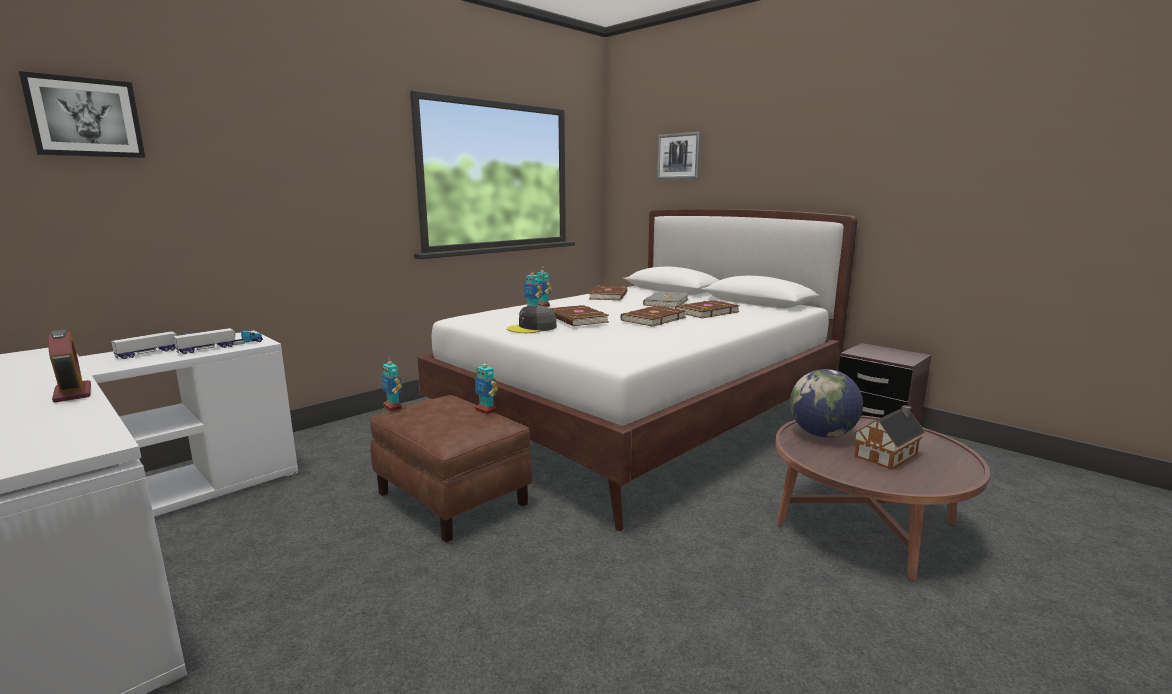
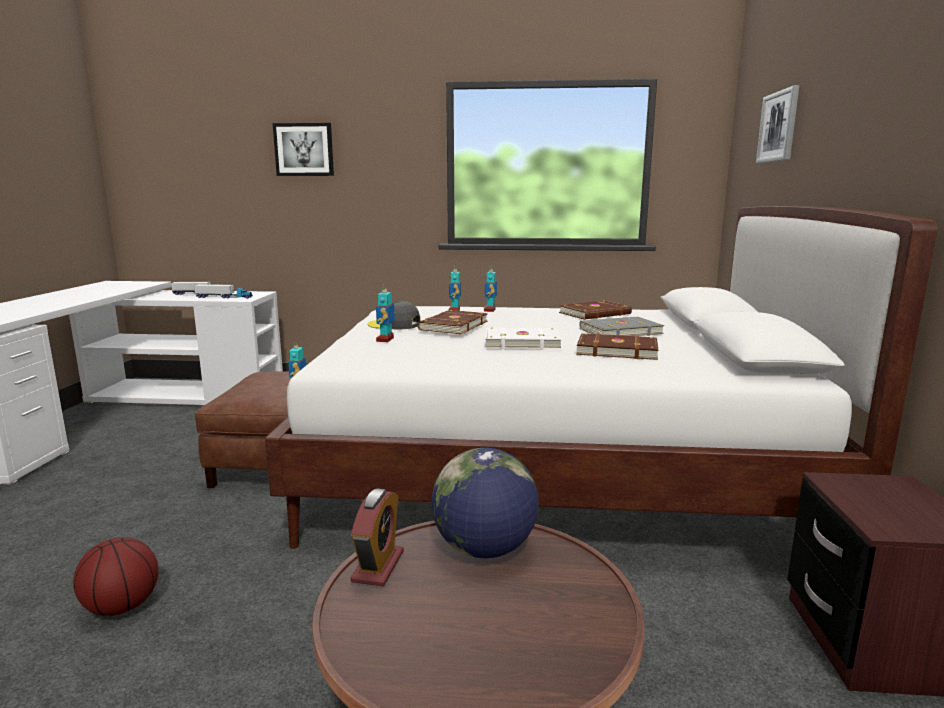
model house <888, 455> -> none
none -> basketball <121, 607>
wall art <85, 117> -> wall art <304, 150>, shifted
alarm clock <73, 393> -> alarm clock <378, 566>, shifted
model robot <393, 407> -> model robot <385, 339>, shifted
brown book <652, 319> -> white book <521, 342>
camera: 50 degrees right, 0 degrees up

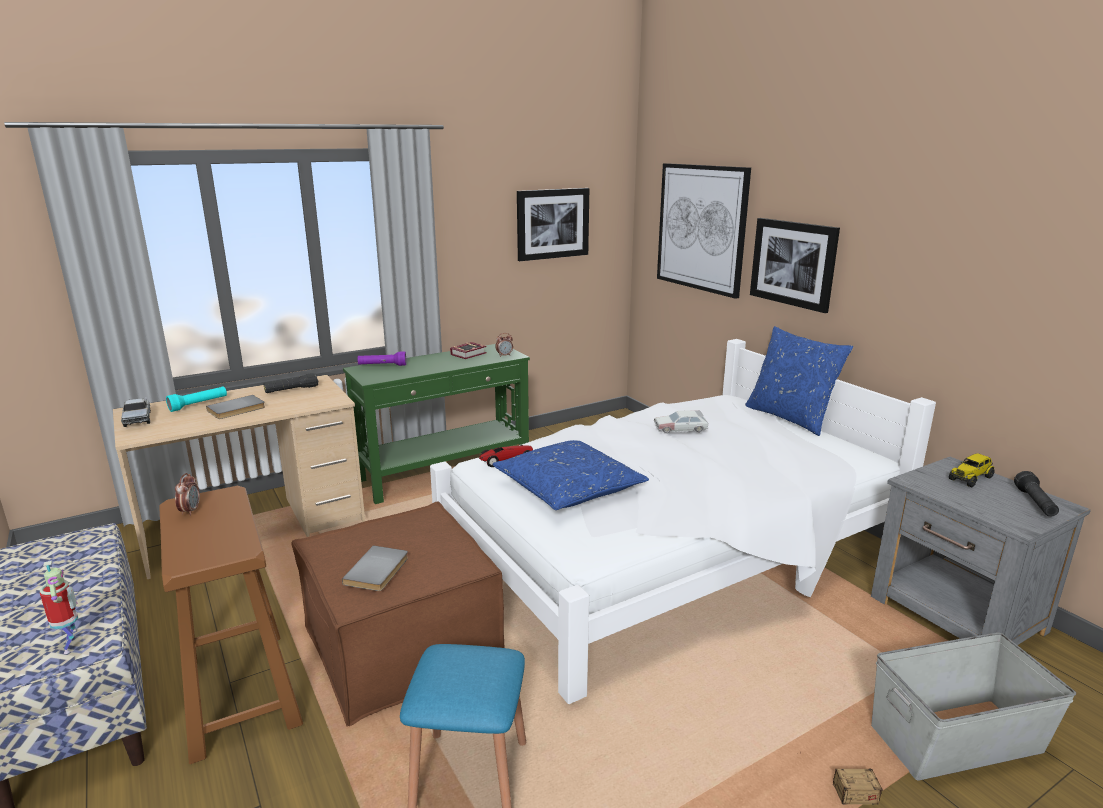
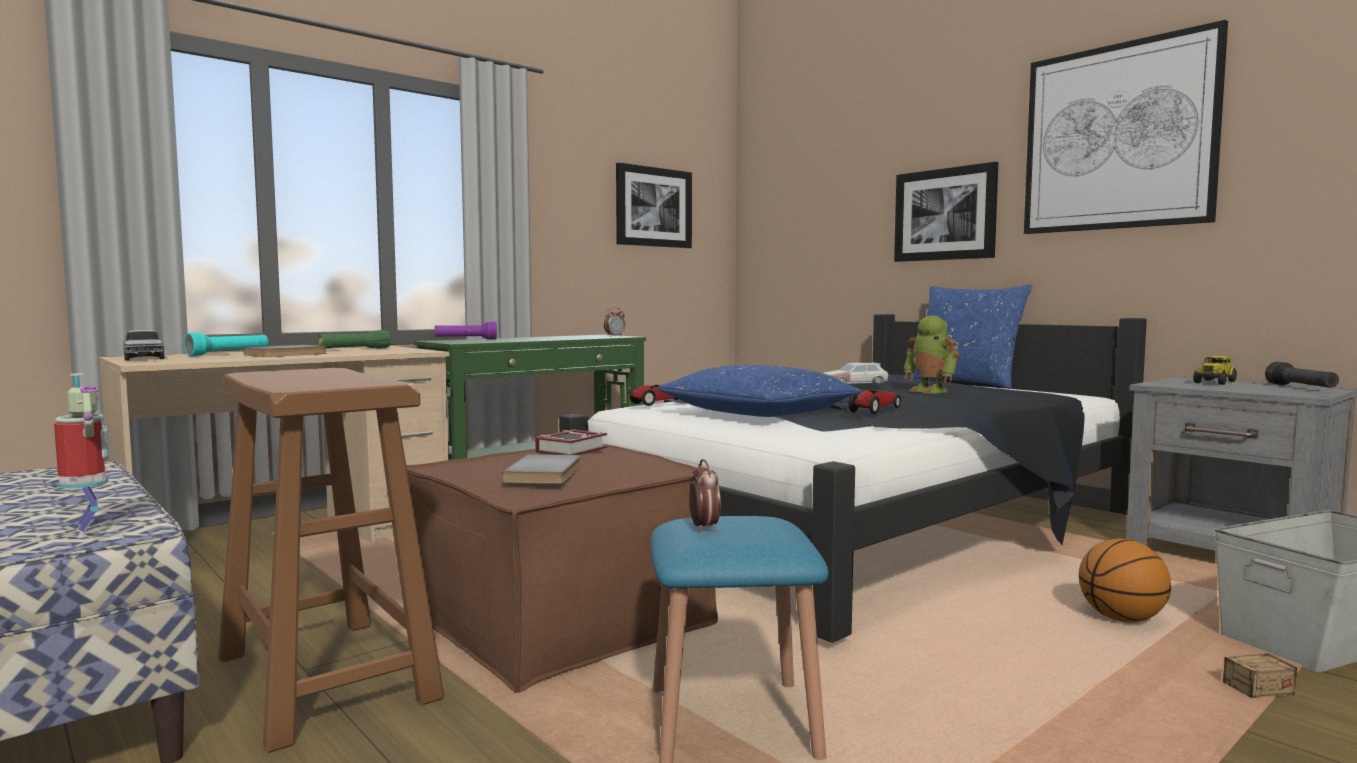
none -> miniature car <875, 410>
none -> model robot <930, 391>
none -> basketball <1122, 619>
alarm clock <190, 511> -> alarm clock <703, 528>, shifted
book <470, 354> -> book <575, 450>, shifted
wall art <701, 228> -> wall art <1118, 137>, shifted
black-coloured flashlight <292, 390> -> green-coloured flashlight <355, 349>
white bedroom bed <666, 553> -> black-coloured bedroom bed <861, 530>
camera: 10 degrees left, 15 degrees down

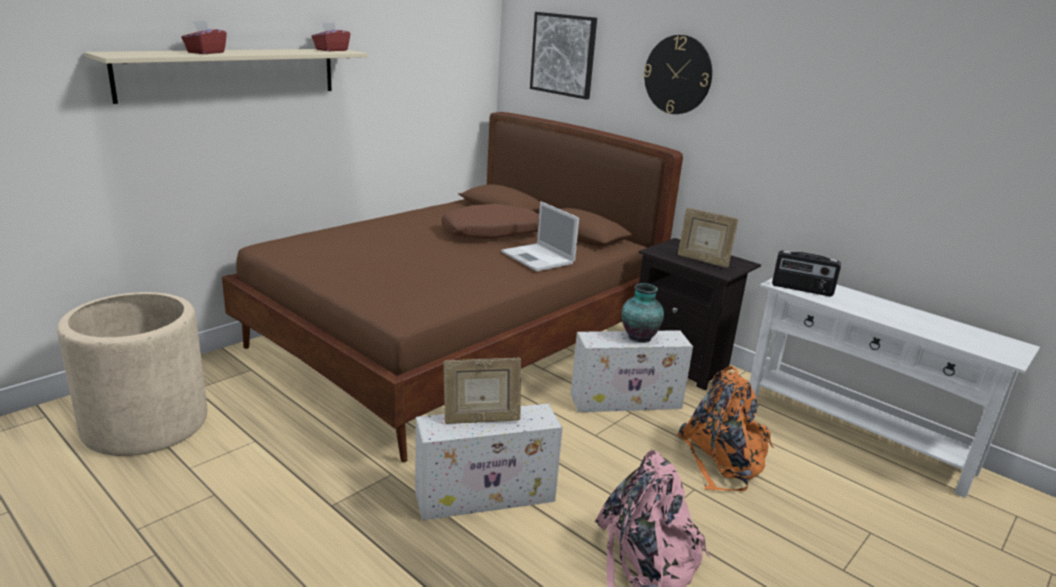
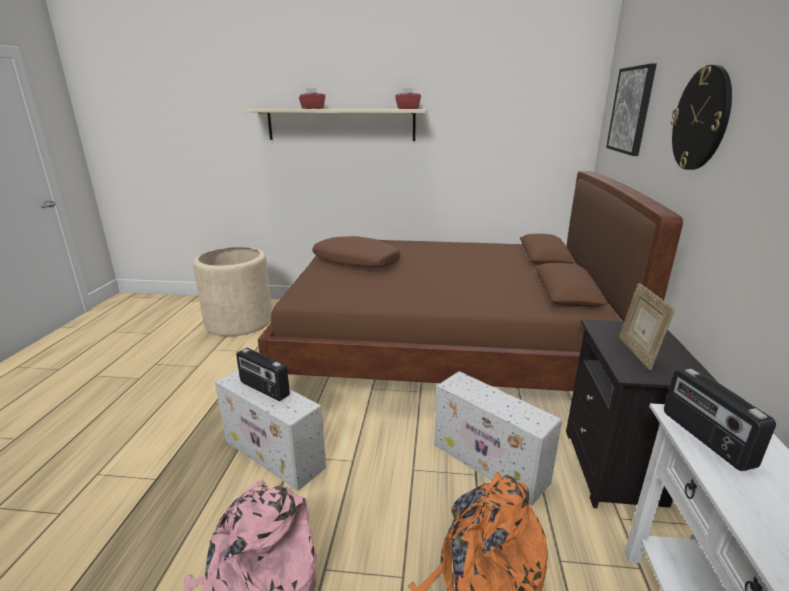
notebook computer <538, 258> -> none
flower vase <639, 337> -> none
brown cushion <492, 234> -> brown cushion <355, 262>, shifted
picture frame <481, 420> -> radio set <264, 389>
camera: 55 degrees right, 0 degrees up

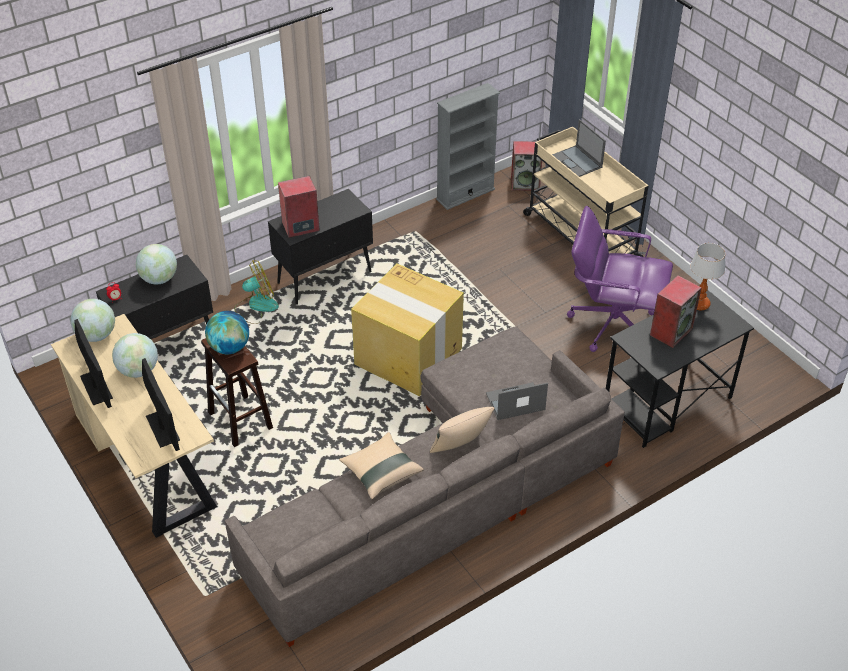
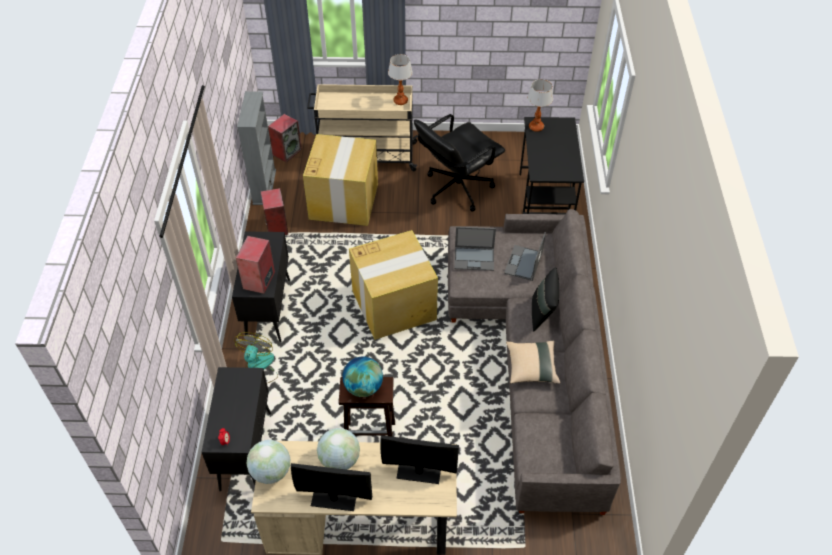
globe <159, 279> -> none
none -> cardboard box <344, 200>
none -> lamp for a table <400, 101>
notebook computer <577, 162> -> notebook computer <474, 258>, shifted
speaker <671, 331> -> speaker <276, 227>, shifted
sand-coloured cushion <461, 449> -> black-coloured cushion <542, 313>
purple desk chair <611, 323> -> black-coloured desk chair <457, 188>
camera: 55 degrees left, 5 degrees up

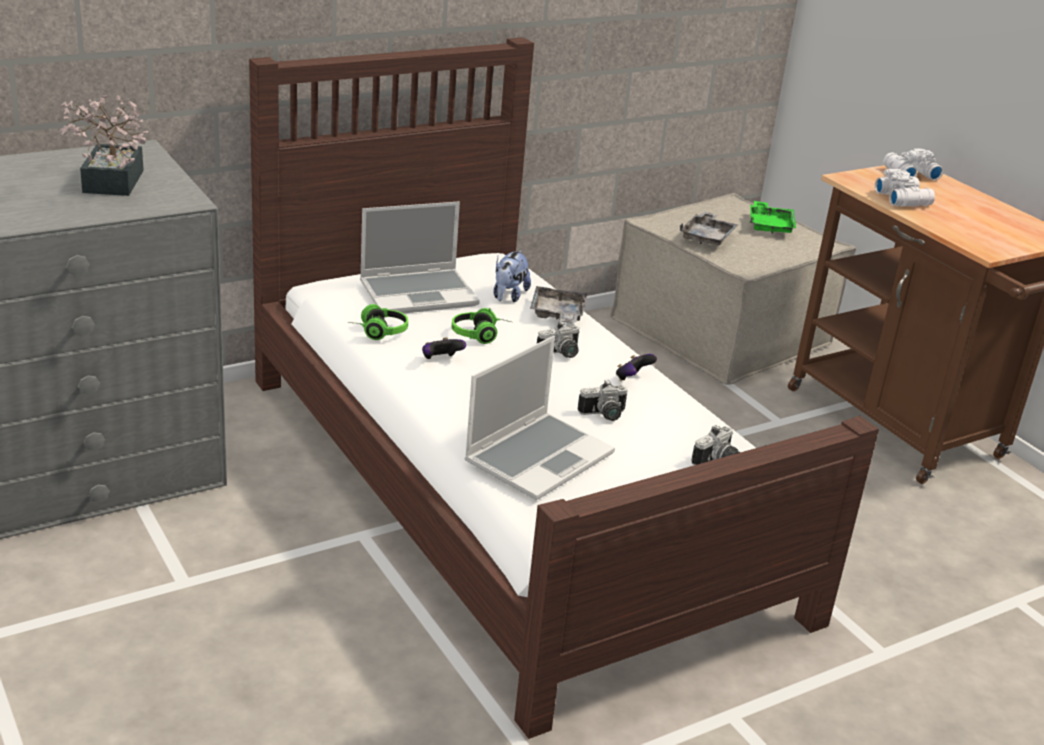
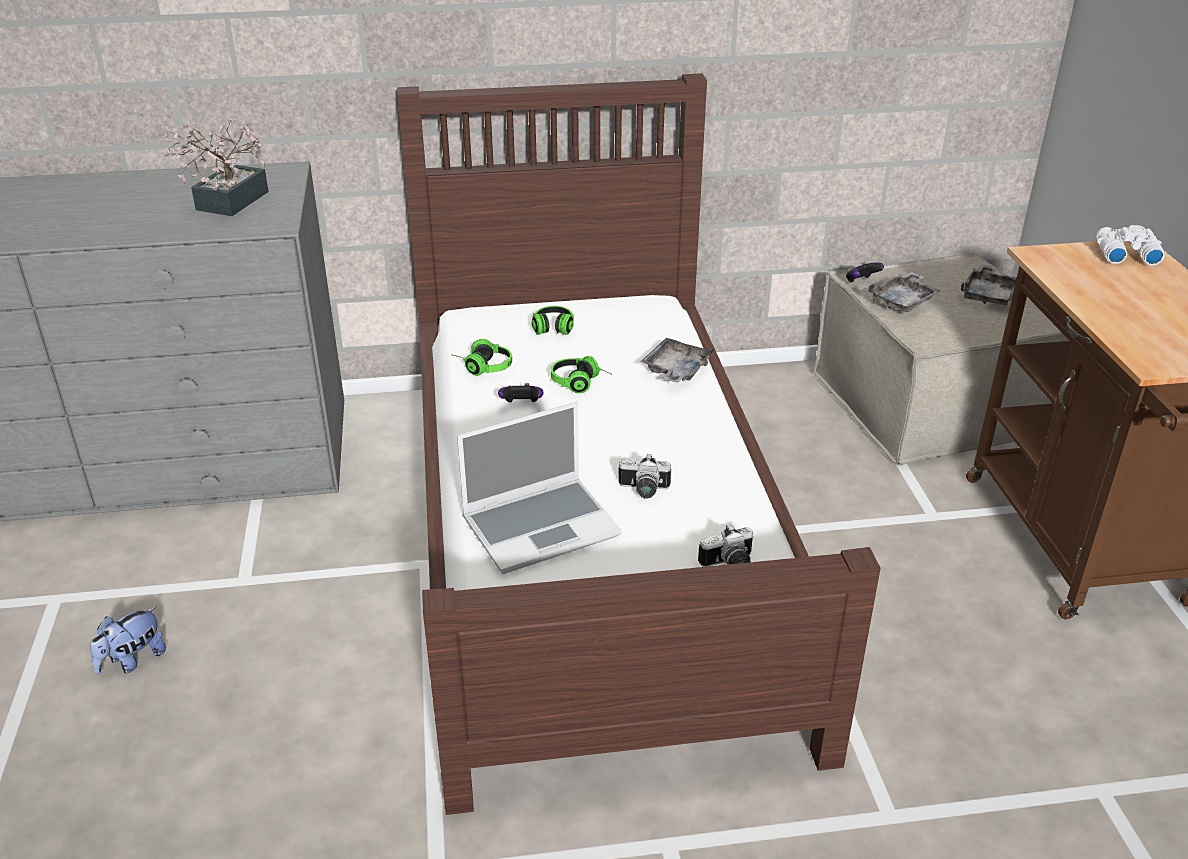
photo camera <561, 354> -> none
white field glasses <903, 199> -> none
cuddly toy <508, 296> -> cuddly toy <133, 660>, shifted
game controller <632, 378> -> game controller <861, 282>, shifted
notebook computer <419, 293> -> headset <552, 331>
green-coloured carrying tray <770, 226> -> gray carrying tray <989, 294>
camera: 25 degrees right, 5 degrees up

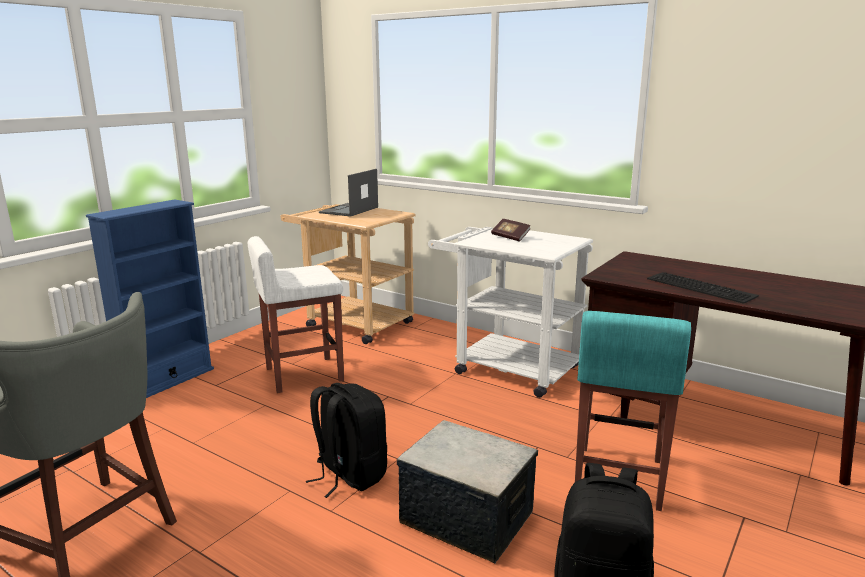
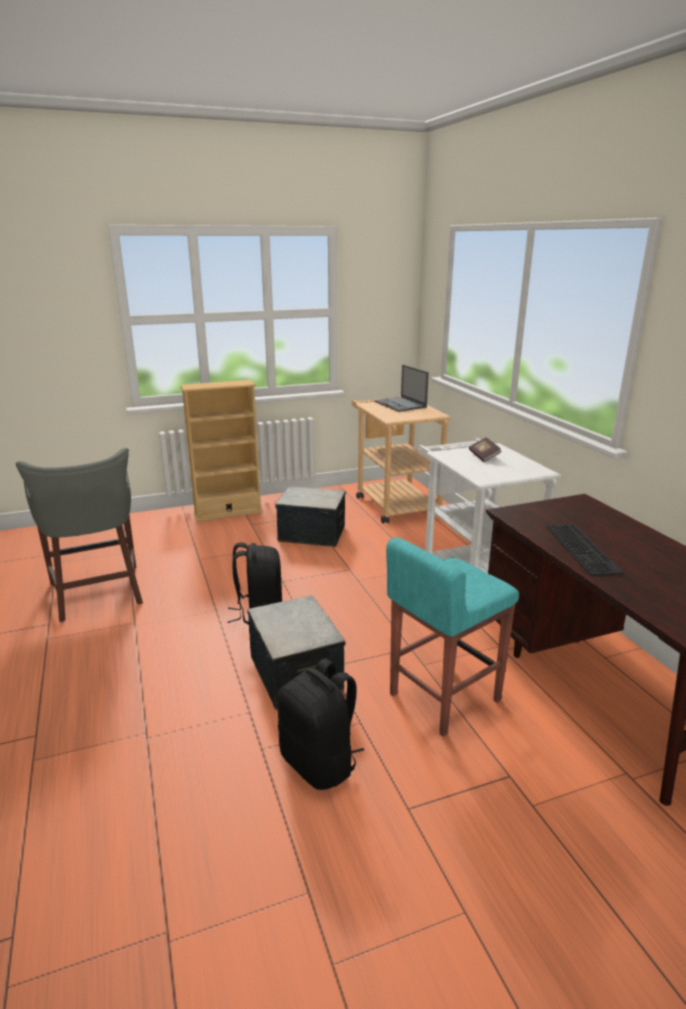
white stool seat <302, 374> -> storage box <312, 534>
blue bookshelf <167, 381> -> sand-coloured bookshelf <228, 513>
notebook computer <349, 210> -> notebook computer <400, 404>, 90 degrees counterclockwise
camera: 35 degrees right, 5 degrees up

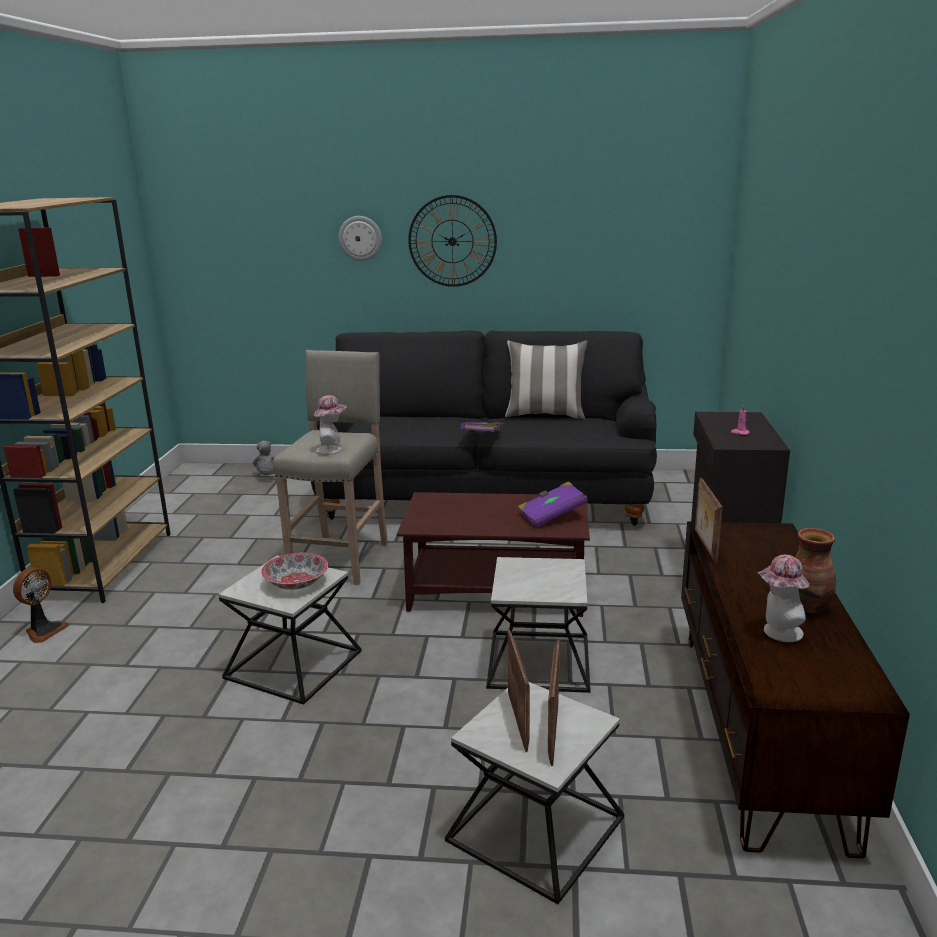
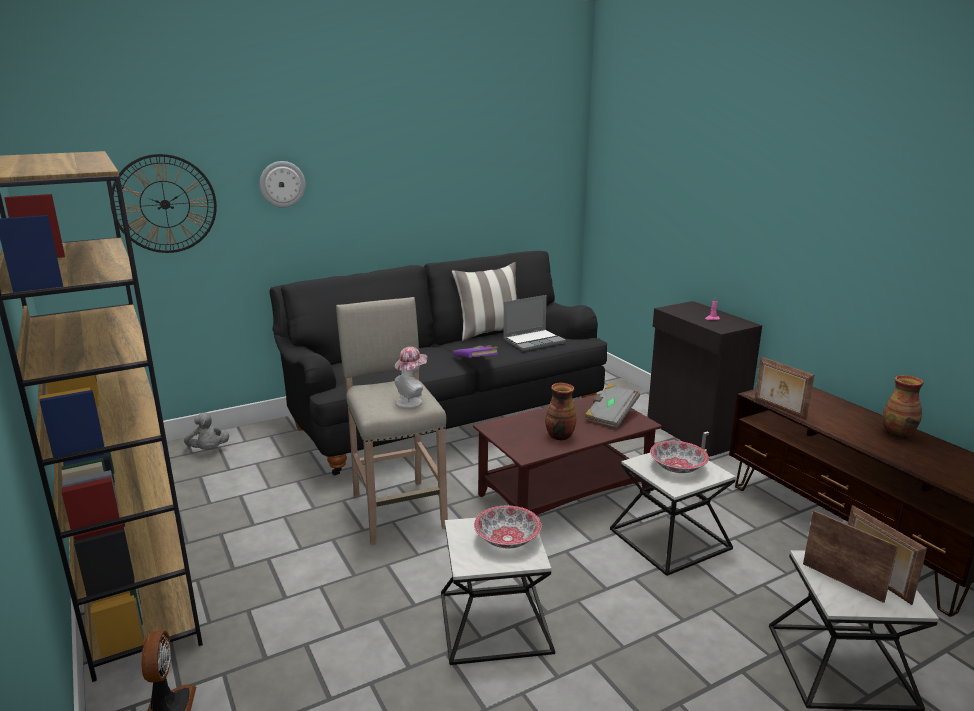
wearable hat <778, 632> -> none
none -> notebook computer <534, 341>
none -> flower vase <559, 436>
none -> deep dish <678, 467>
wall clock <452, 241> -> wall clock <165, 204>, shifted
purple book <551, 516> -> gray book <610, 416>
camera: 35 degrees left, 0 degrees up

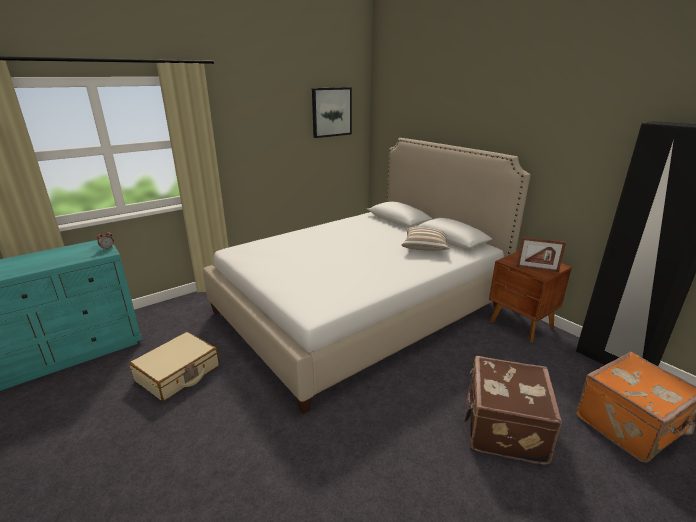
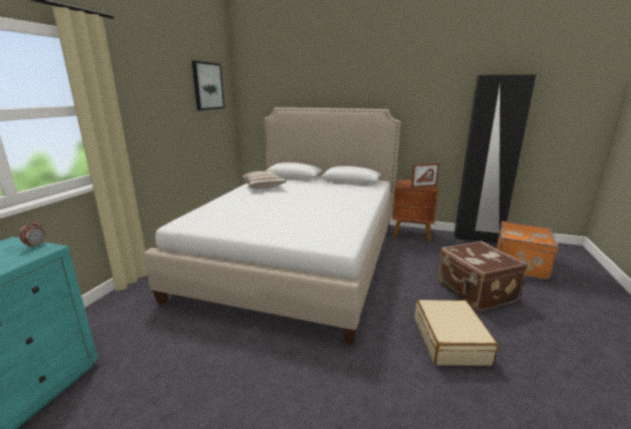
sand-coloured suitcase <178, 373> -> sand-coloured suitcase <450, 341>, shifted
cushion <425, 247> -> cushion <263, 187>, shifted
camera: 35 degrees left, 5 degrees down

